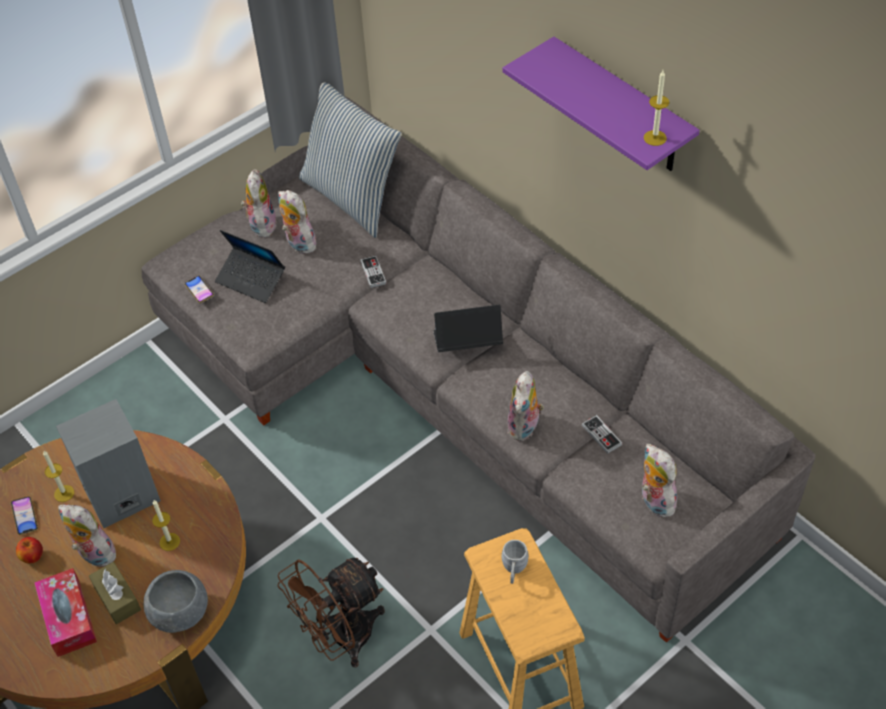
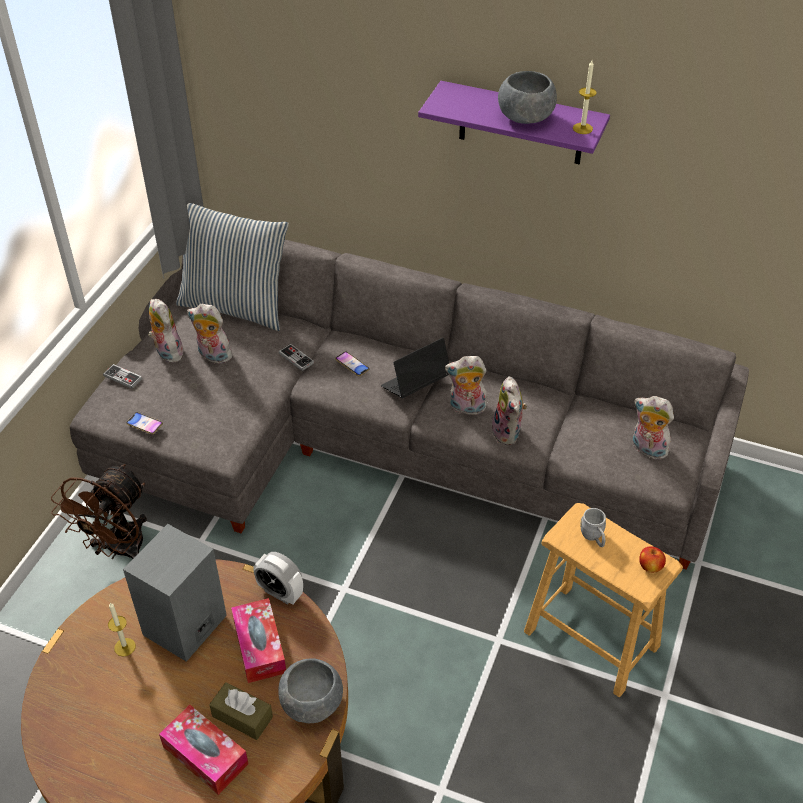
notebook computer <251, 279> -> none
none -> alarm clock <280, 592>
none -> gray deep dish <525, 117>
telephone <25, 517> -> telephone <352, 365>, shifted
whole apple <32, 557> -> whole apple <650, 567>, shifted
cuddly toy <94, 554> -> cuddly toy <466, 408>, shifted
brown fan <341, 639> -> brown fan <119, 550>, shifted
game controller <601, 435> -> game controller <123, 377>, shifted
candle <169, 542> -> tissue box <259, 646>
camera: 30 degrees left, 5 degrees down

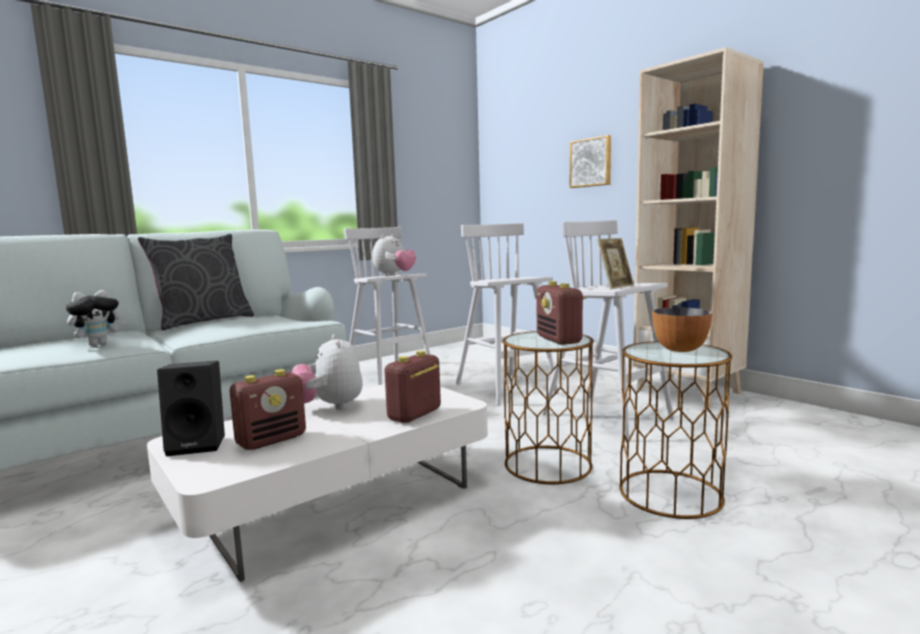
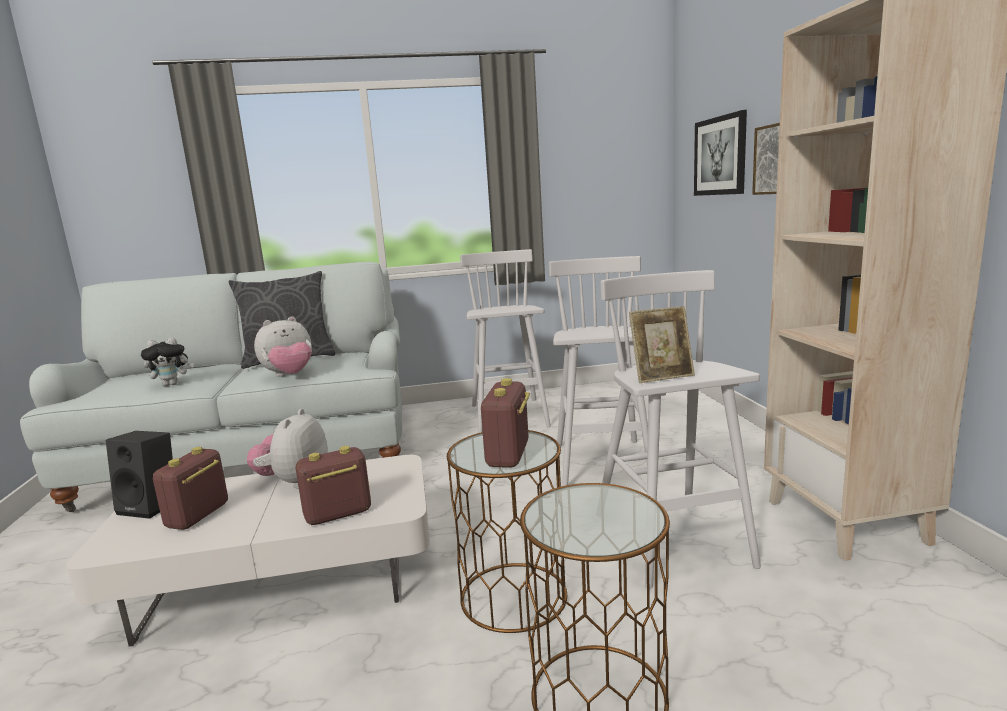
deep dish <680, 349> -> none
none -> wall art <720, 156>
cuddly toy <394, 275> -> cuddly toy <289, 375>, shifted
radio set <272, 440> -> radio set <197, 516>, 120 degrees clockwise
camera: 30 degrees right, 5 degrees up

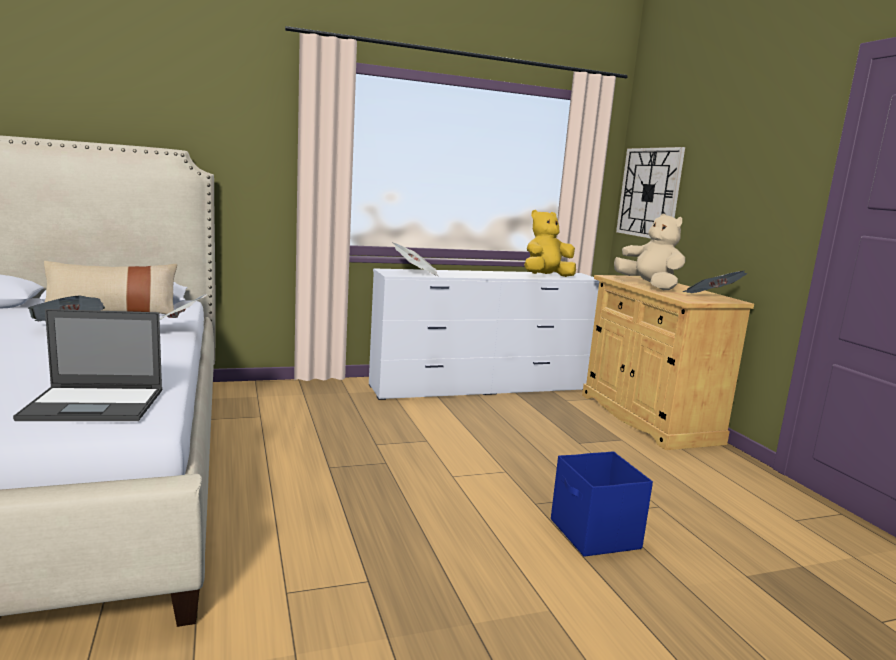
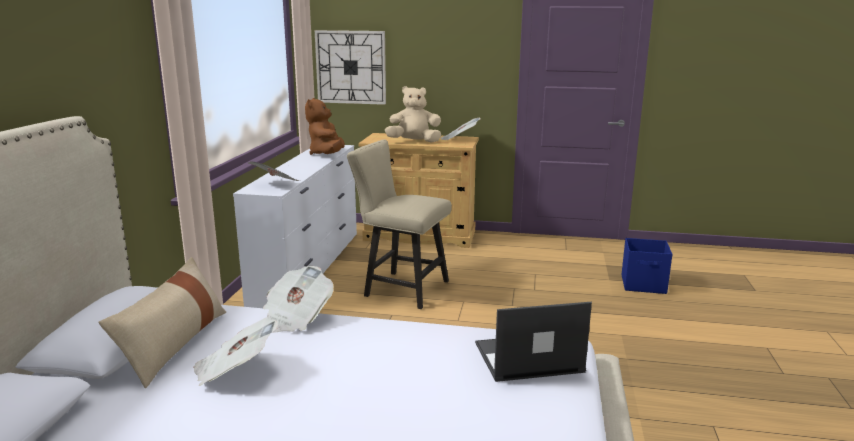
none -> sand-coloured chair <400, 288>
blue storage box <594, 535> -> blue storage box <644, 285>, shifted
yellowish cuddly toy <546, 276> -> brown cuddly toy <327, 154>
notebook computer <96, 404> -> notebook computer <527, 358>, 120 degrees counterclockwise
camera: 60 degrees left, 5 degrees up

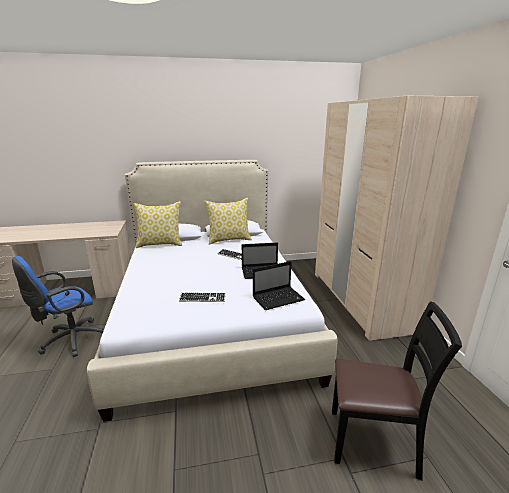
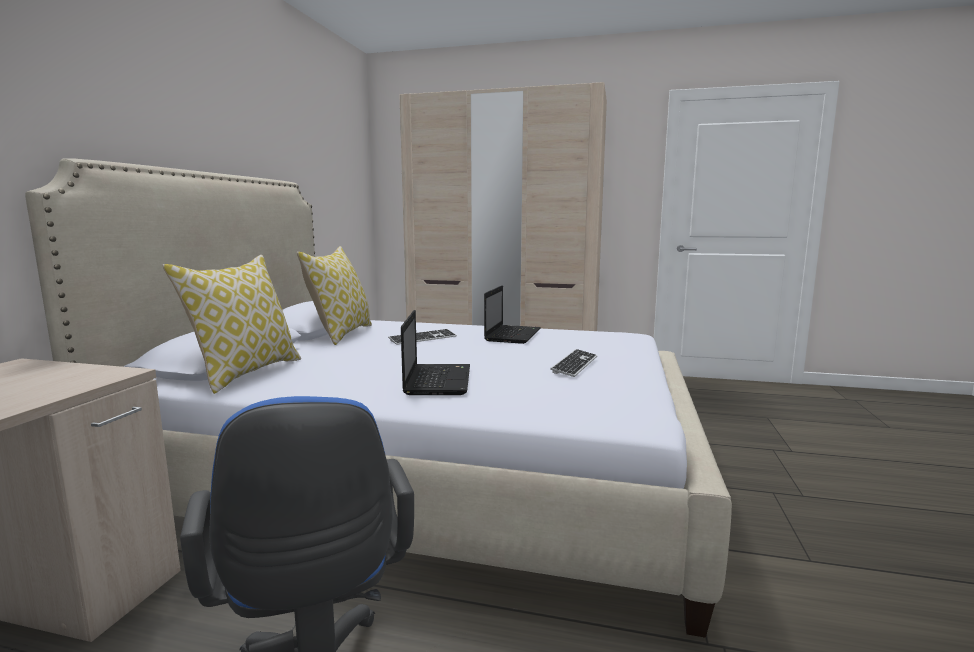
black-coloured chair <373, 441> -> none
notebook computer <279, 298> -> notebook computer <437, 380>, shifted
camera: 65 degrees left, 10 degrees down

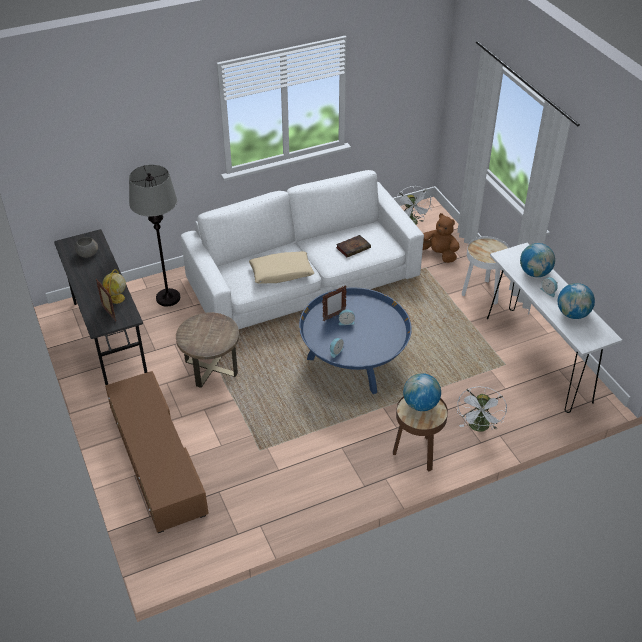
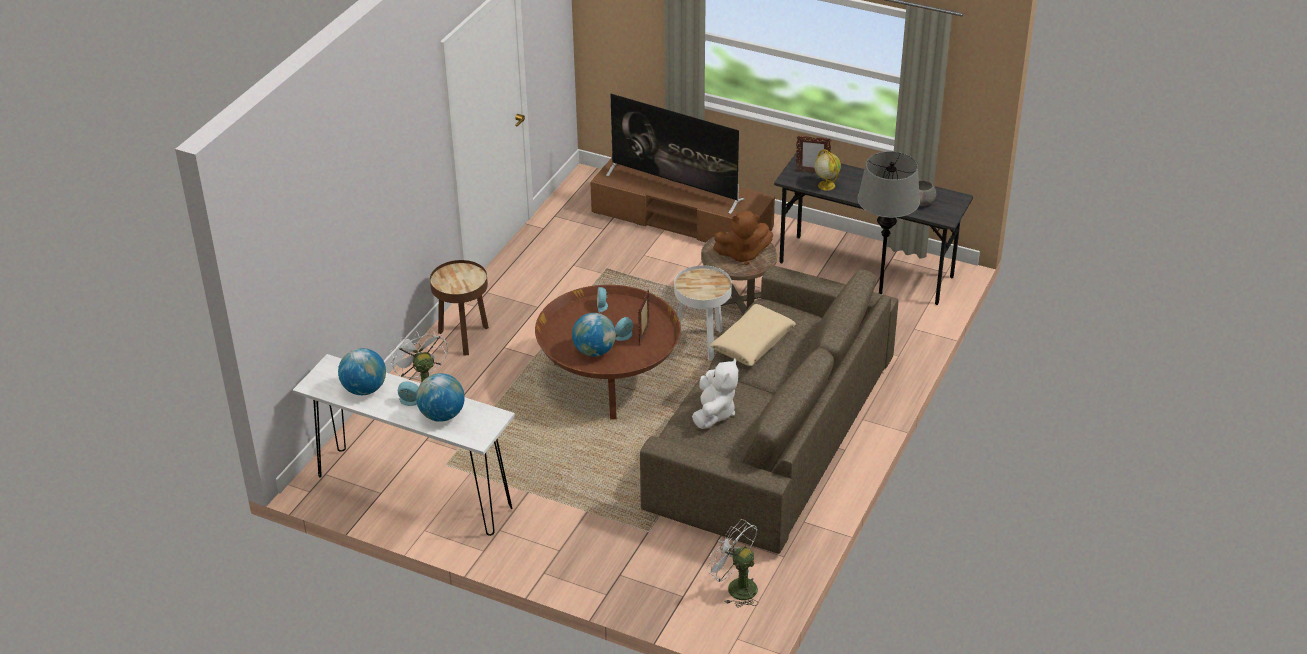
none -> TV set <675, 187>
globe <420, 404> -> globe <594, 351>, shifted
brown cuddly toy <438, 254> -> brown cuddly toy <742, 255>, shifted
white accent table <481, 292> -> white accent table <702, 343>, shifted
book <353, 247> -> white cuddly toy <714, 413>
white couch <303, 279> -> brown couch <770, 432>
blue lounge table <354, 361> -> brown lounge table <609, 379>
camera: 140 degrees right, 5 degrees down

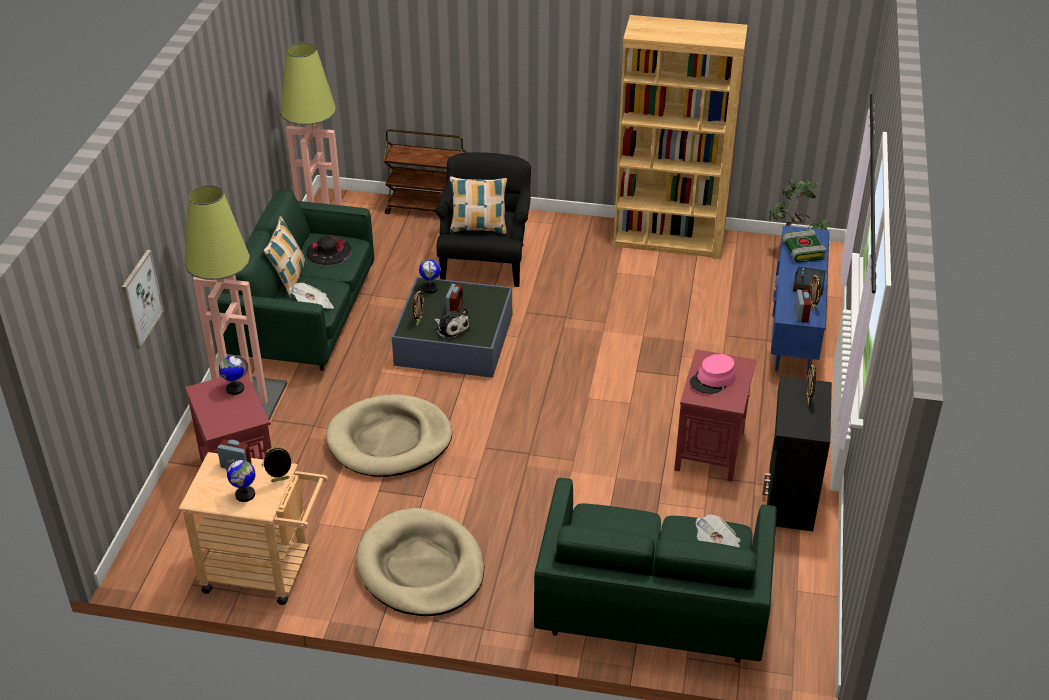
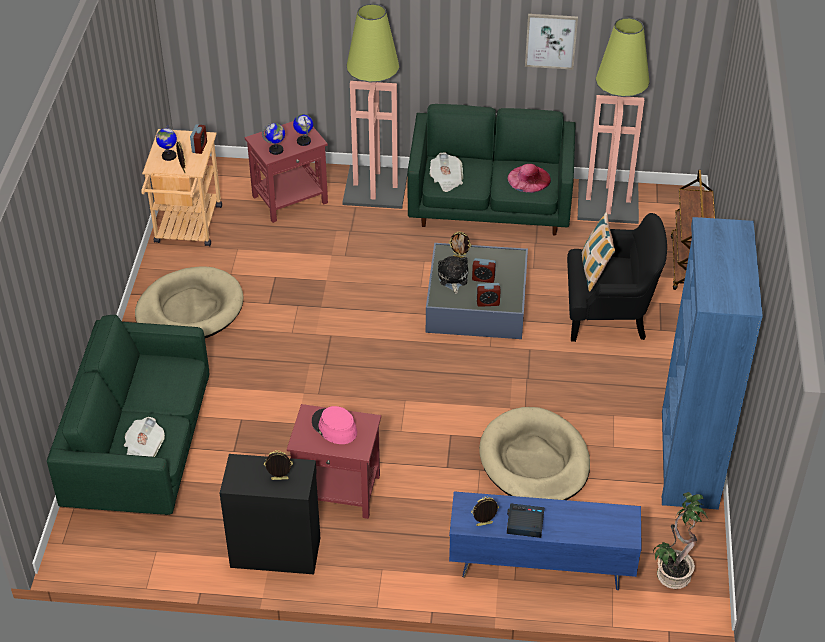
cushion <289, 279> -> none
book <802, 250> -> none
wall art <141, 299> -> wall art <551, 40>, shifted
sand-coloured pet bed <389, 440> -> sand-coloured pet bed <534, 460>, shifted
globe <430, 288> -> globe <276, 150>, shifted
alarm clock <801, 315> -> alarm clock <488, 302>, shifted
black-coloured wearable hat <329, 251> -> pink wearable hat <529, 179>
brown bookshelf <669, 240> -> blue bookshelf <688, 459>
cuddly toy <451, 328> -> cuddly toy <453, 279>, 135 degrees clockwise
camera: 85 degrees right, 5 degrees up

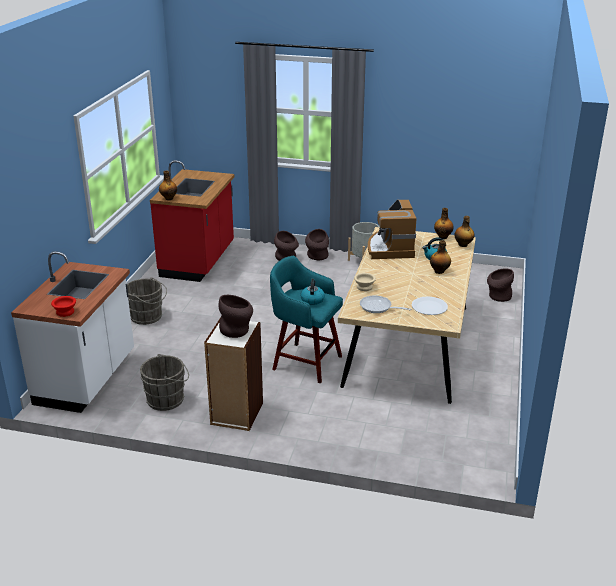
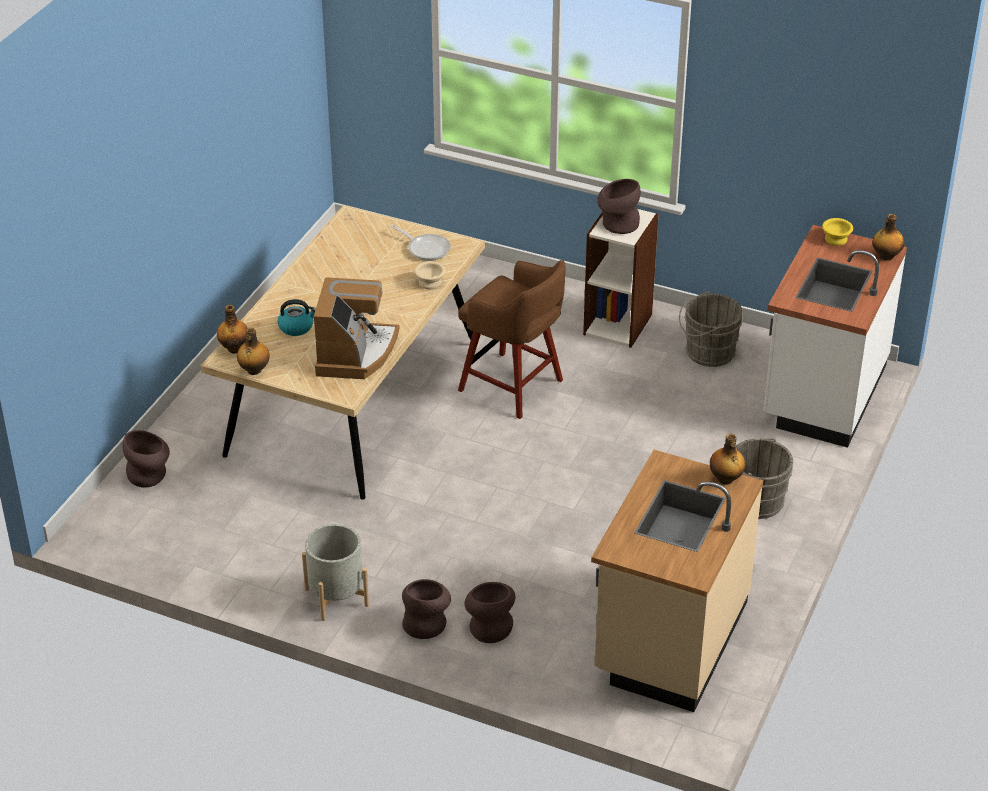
kettle <312, 300> -> none
white flat dish <429, 307> -> none
drink bottle <439, 271> -> drink bottle <885, 256>, shifted
reddish deep dish <65, 312> -> yellowish deep dish <835, 239>
reddish kitchen counter <199, 261> -> sand-coloured kitchen counter <669, 639>
turquoise-coloured stool seat <305, 362> -> brown stool seat <513, 387>
camera: 170 degrees left, 10 degrees up

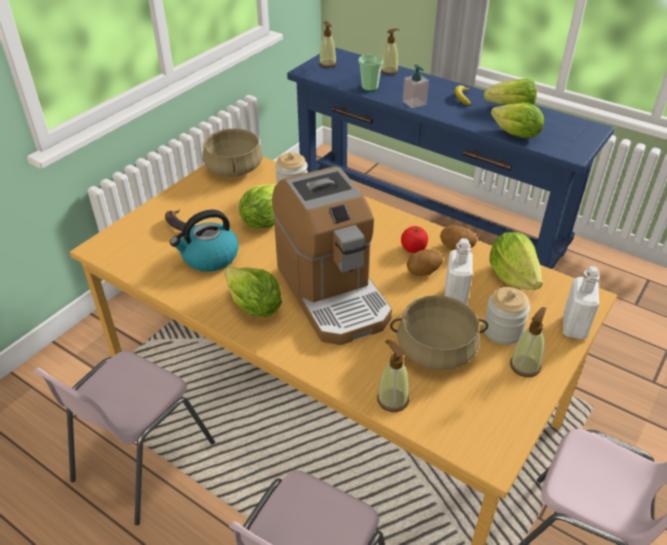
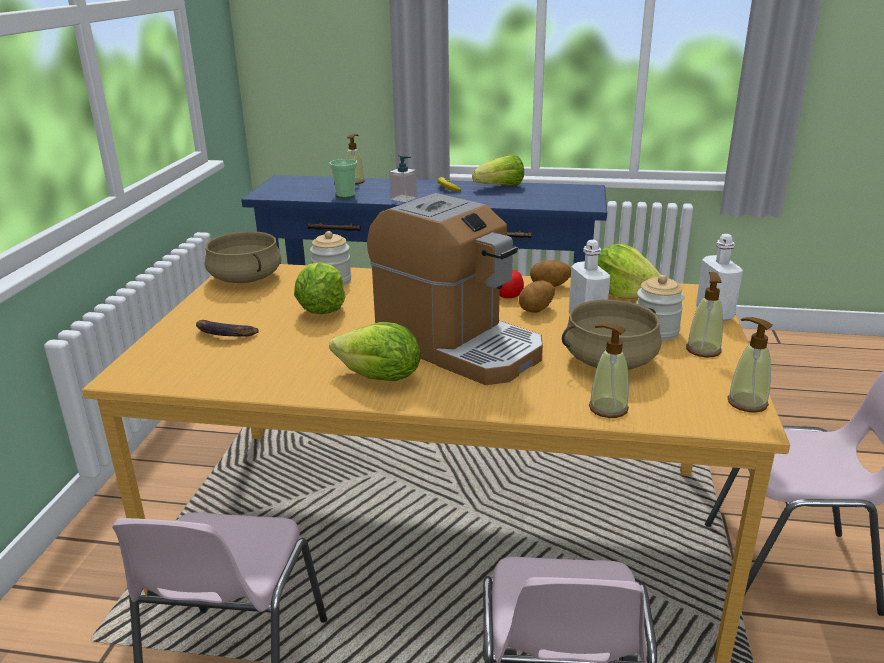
kettle <209, 257> -> none
head of lettuce <516, 135> -> none
soap bottle <327, 64> -> soap bottle <746, 403>, shifted
camera: 25 degrees left, 15 degrees down

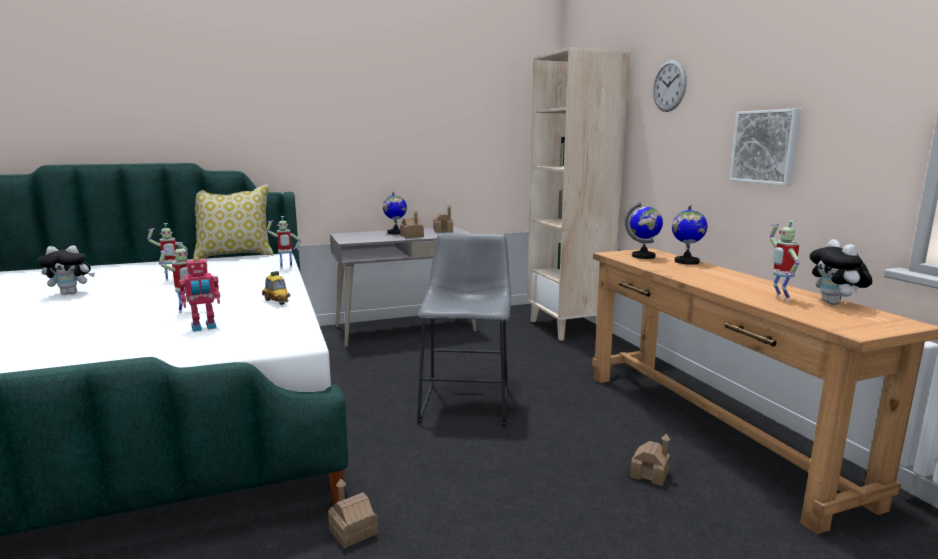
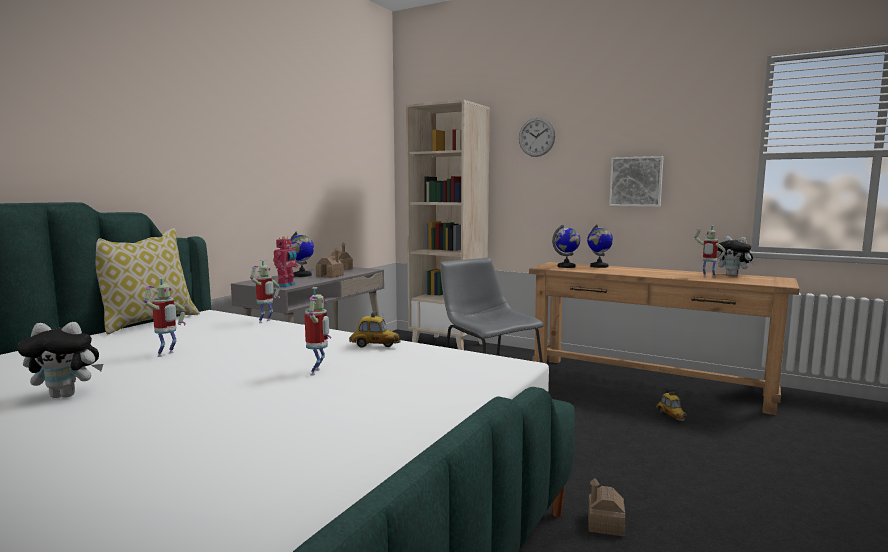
model robot <204, 327> -> model robot <286, 285>, shifted
model house <649, 474> -> miniature car <671, 416>
cuddly toy <71, 293> -> cuddly toy <67, 395>, 45 degrees clockwise
camera: 40 degrees left, 5 degrees down

